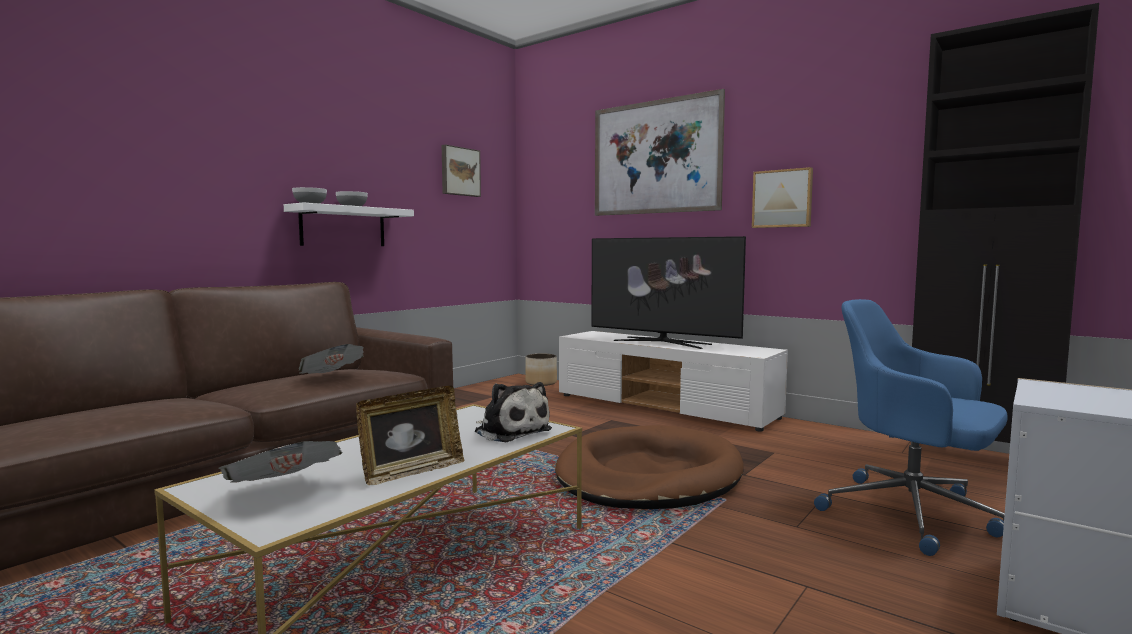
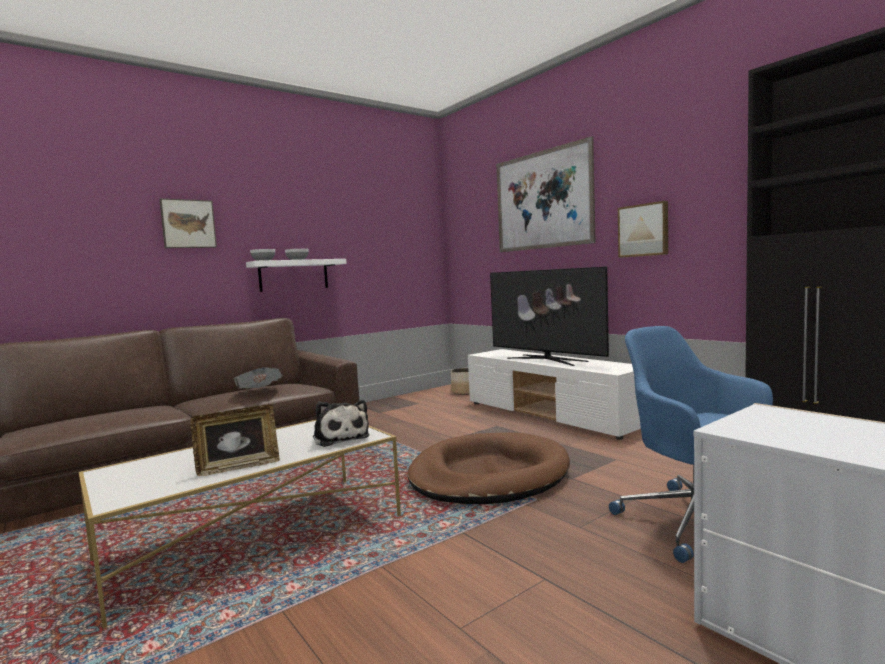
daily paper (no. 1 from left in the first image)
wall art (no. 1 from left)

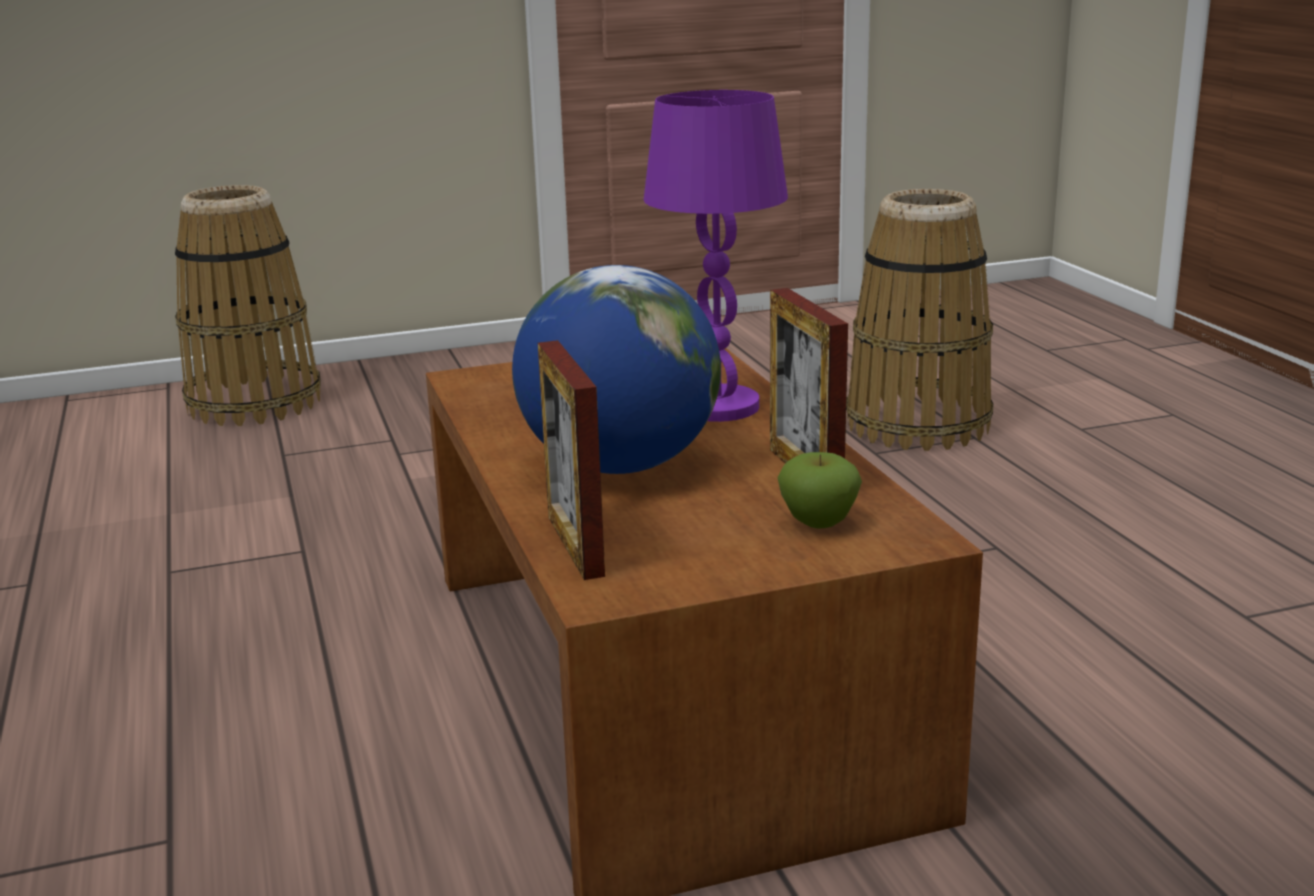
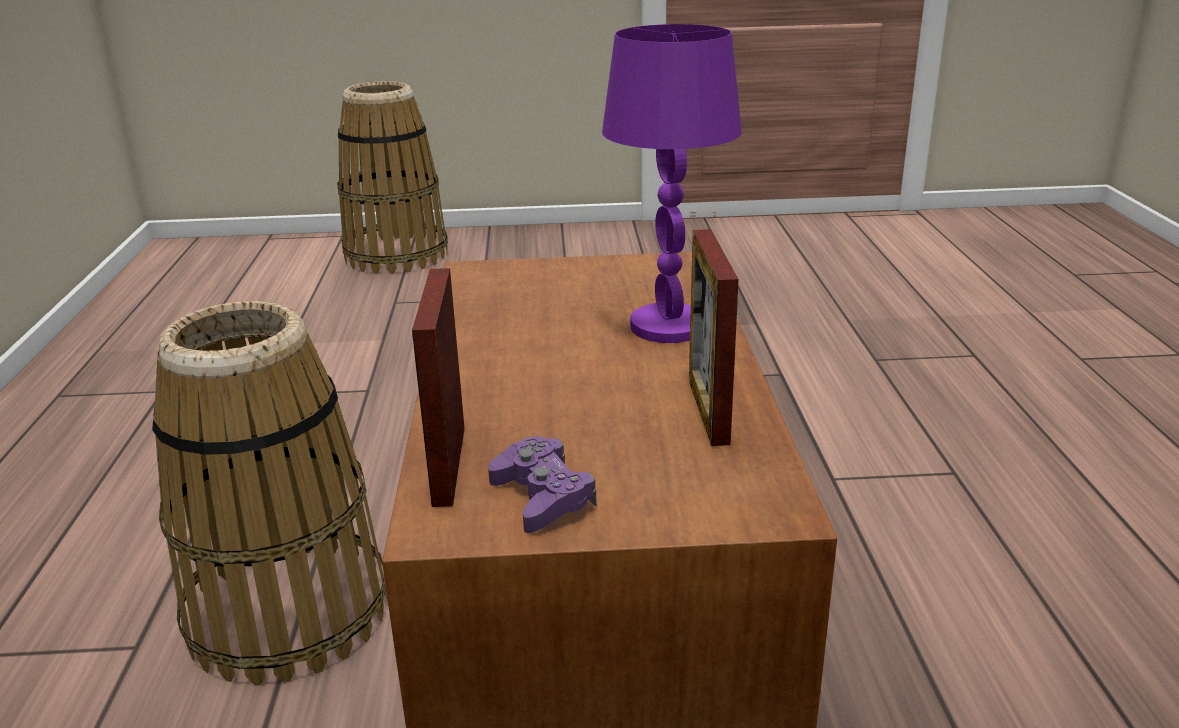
globe
apple fruit
household basket (no. 1 from left)
gamepad (purple-coloured)

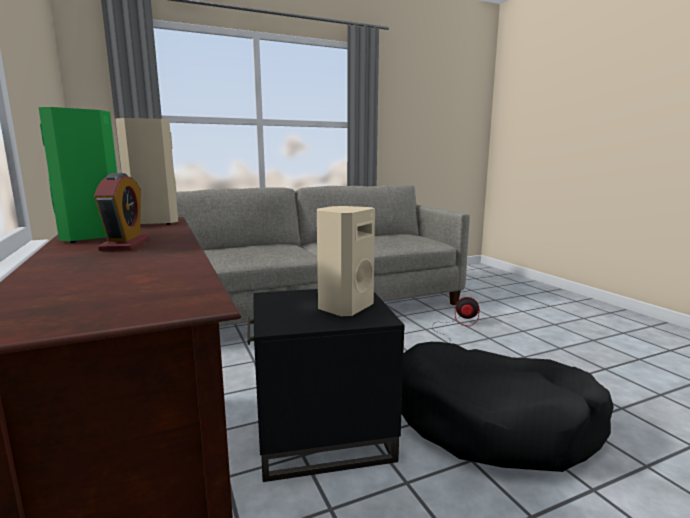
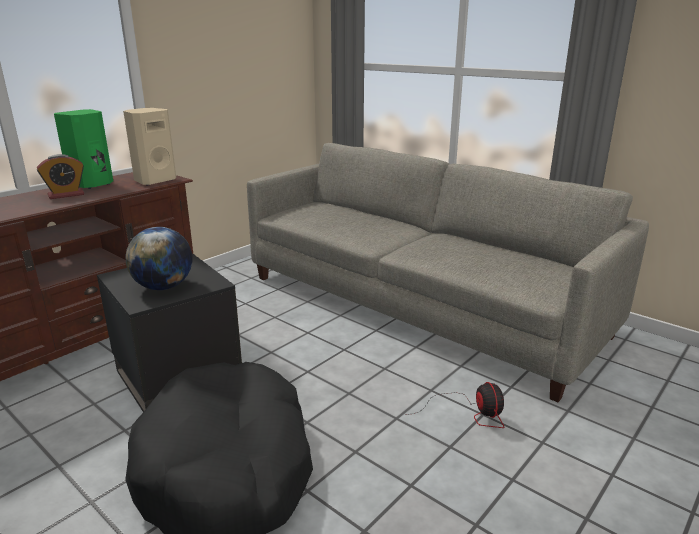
globe

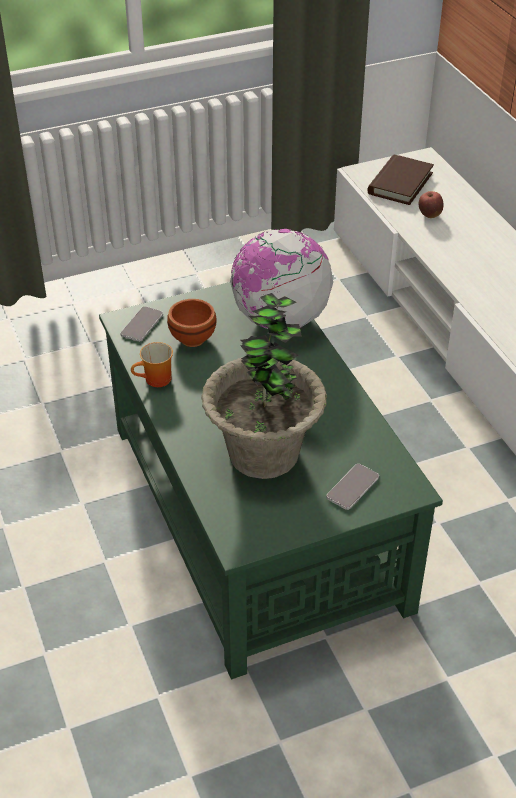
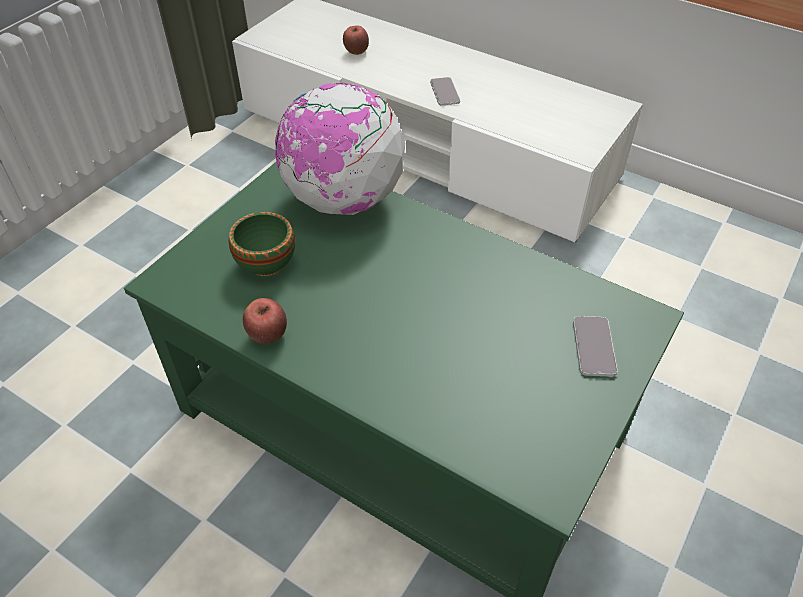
phone (no. 1 from left)
apple fruit (no. 1 from left)
serving bowl (green-coloured)
potted plant
bound book (brownish)

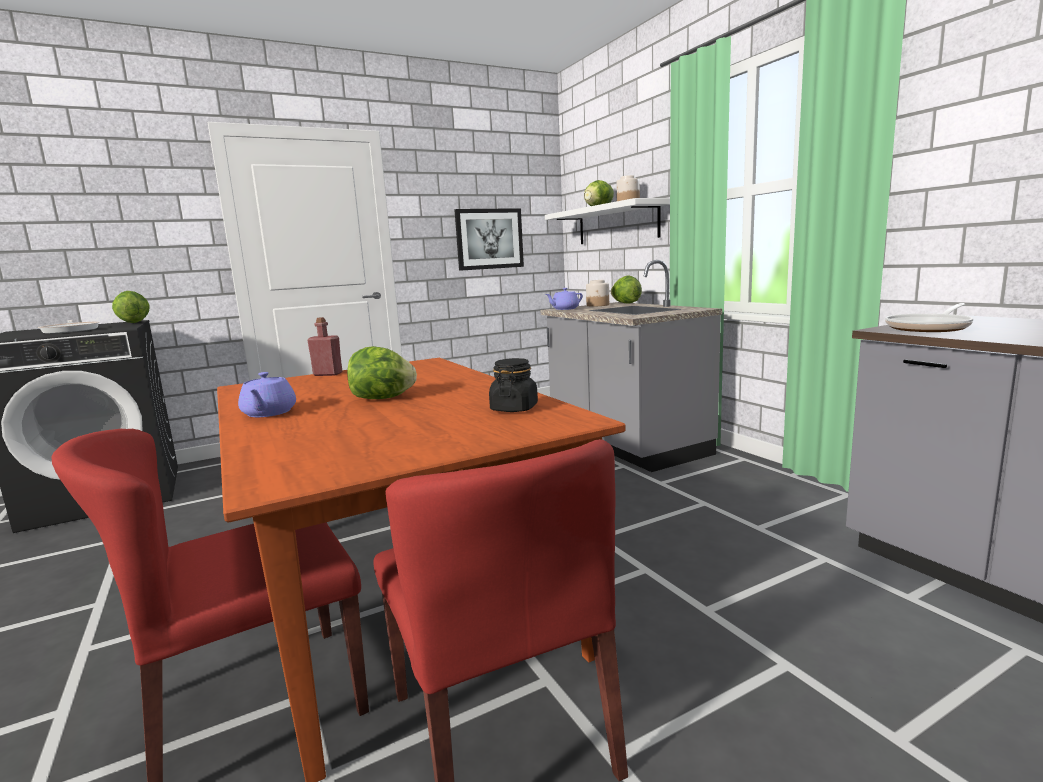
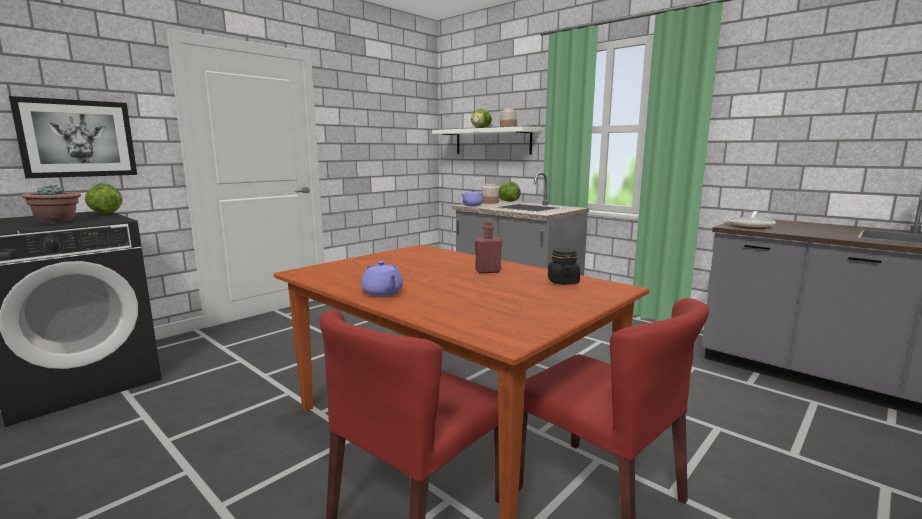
potted plant
beverage bottle (red-coloured)
head of lettuce (no. 2 from left in the first image)
wall art

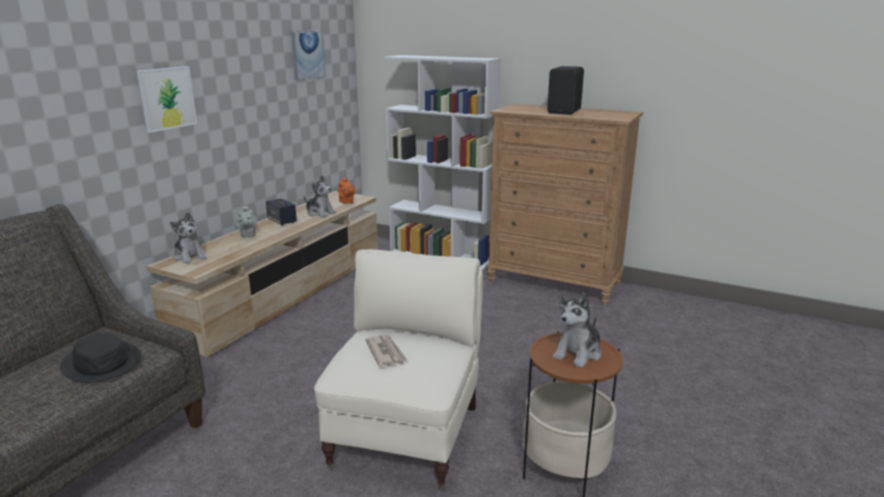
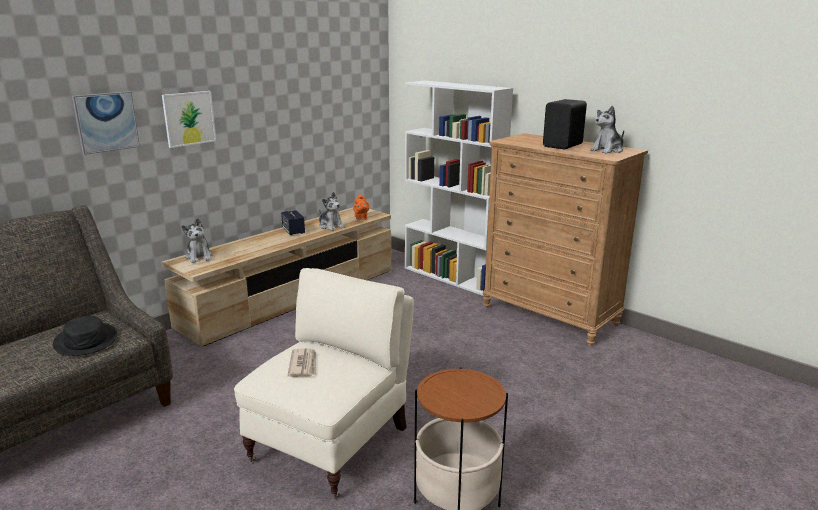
tea pot (grey)
wall art (no. 1 from left)
cuddly toy (no. 3 from left)

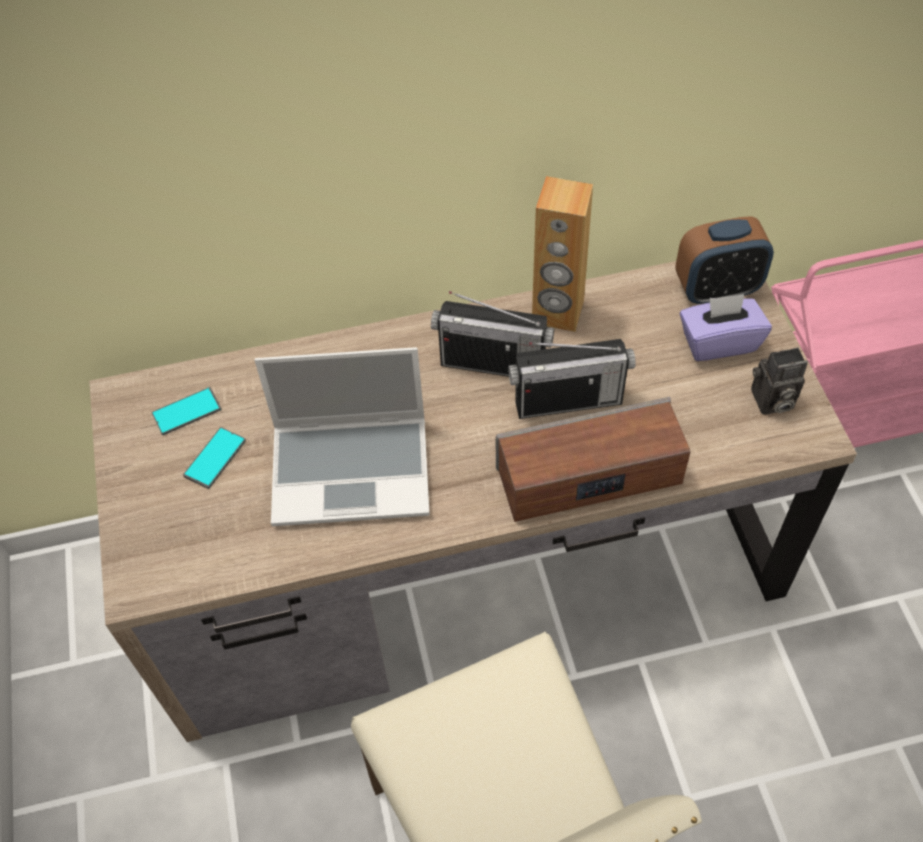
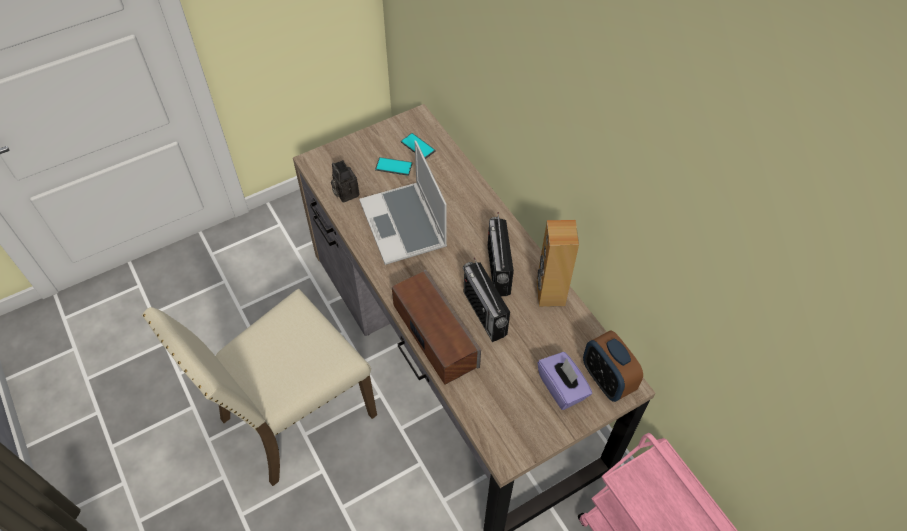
photo camera

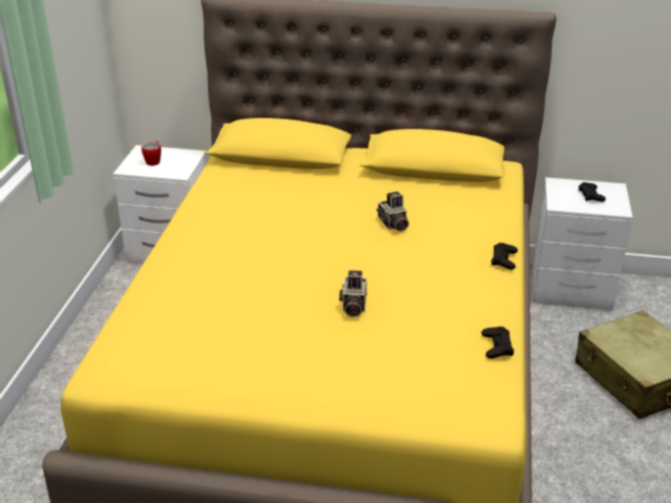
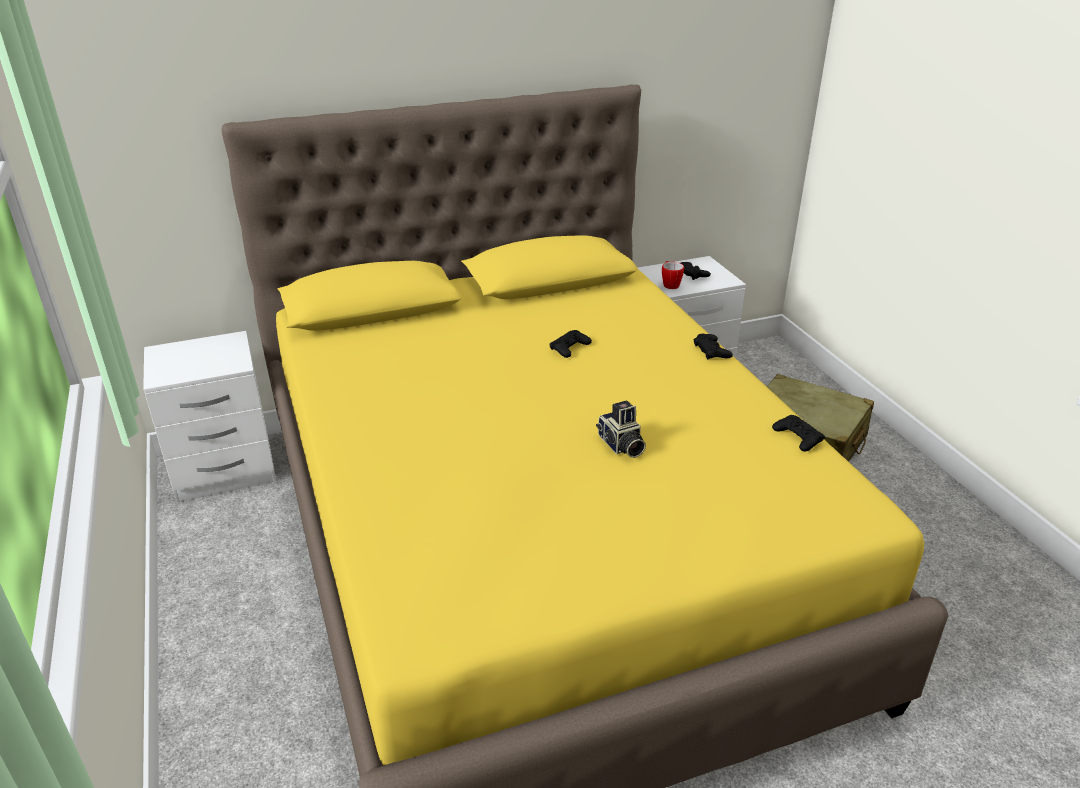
coffee mug
gamepad (blackish) (no. 1 from left)

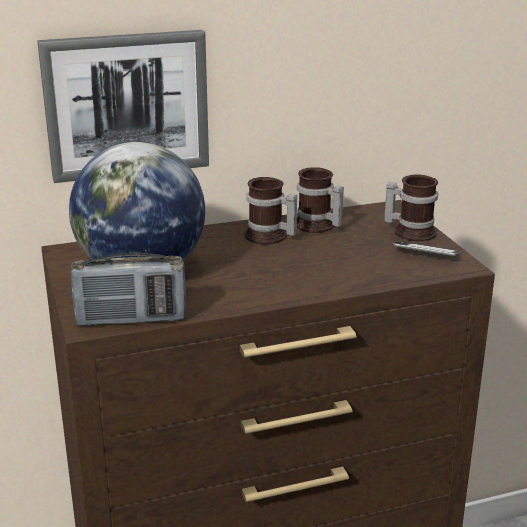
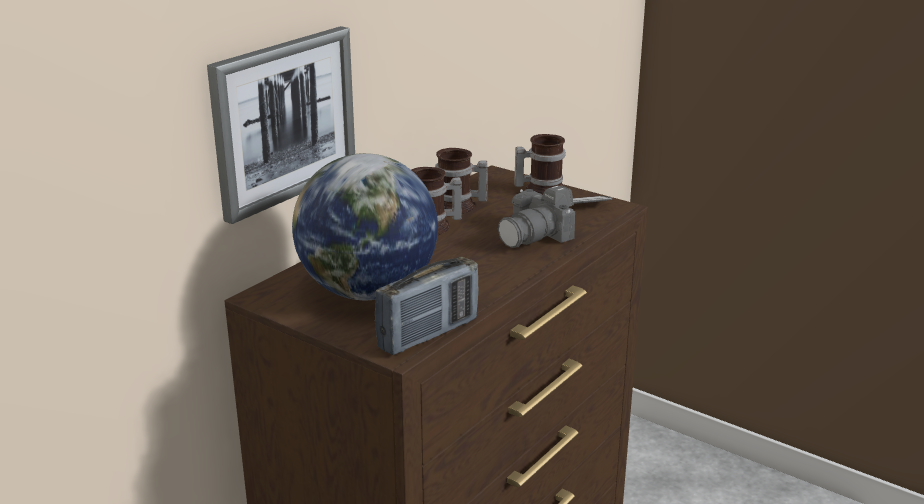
photo camera

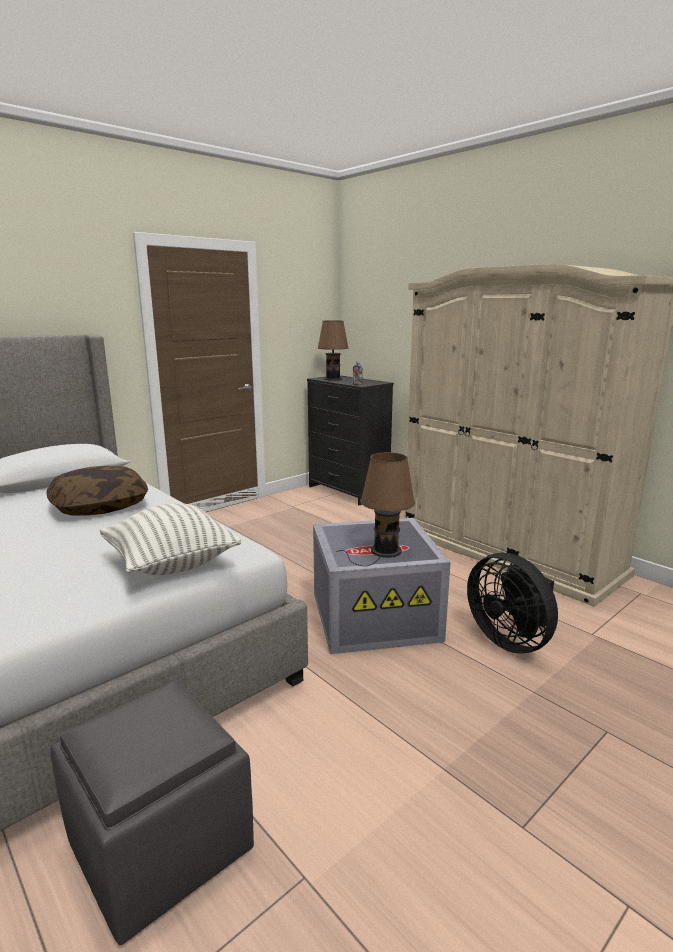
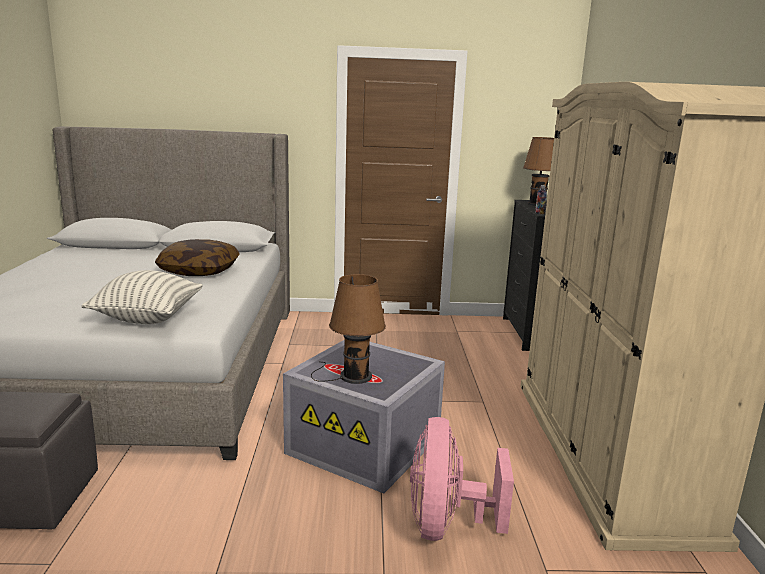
fan (pinkish)

